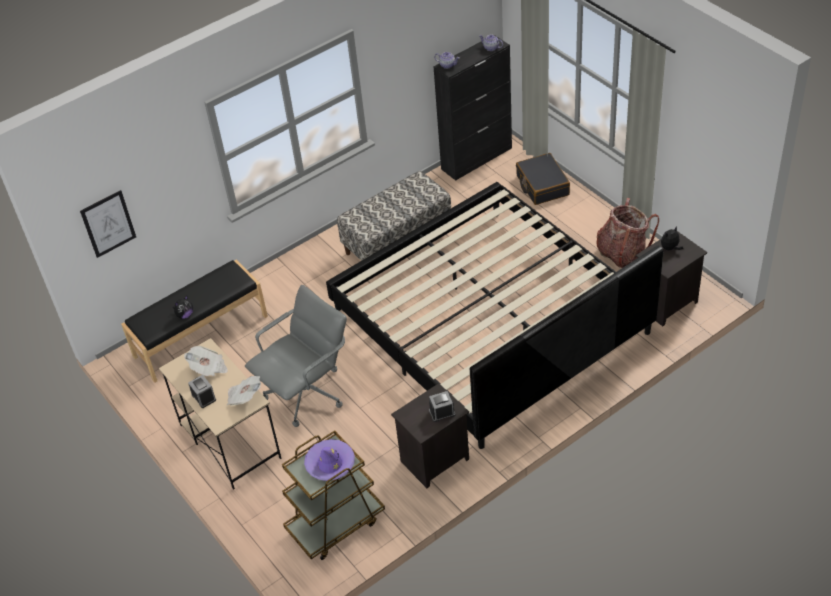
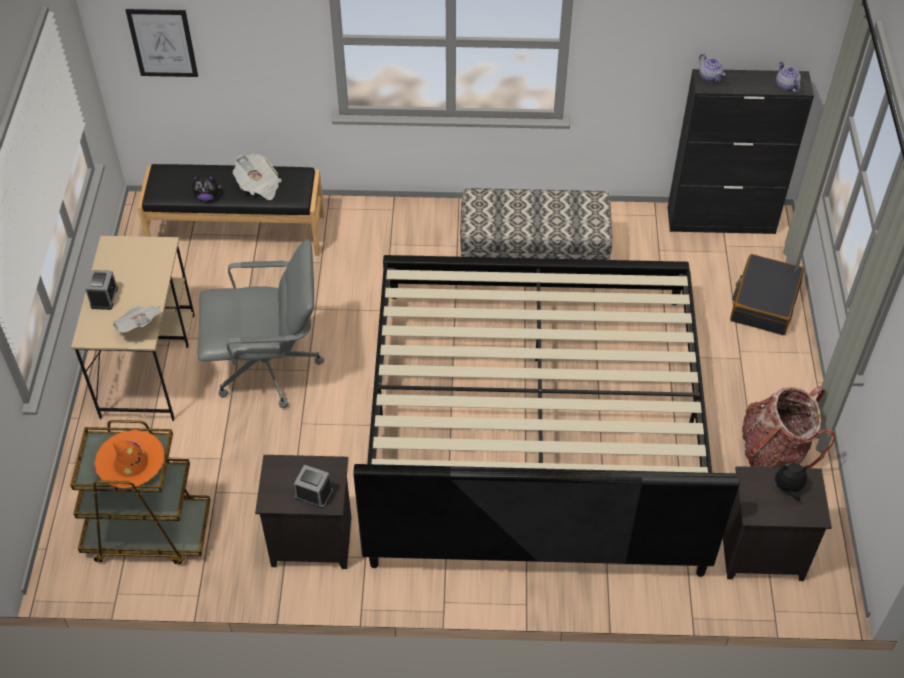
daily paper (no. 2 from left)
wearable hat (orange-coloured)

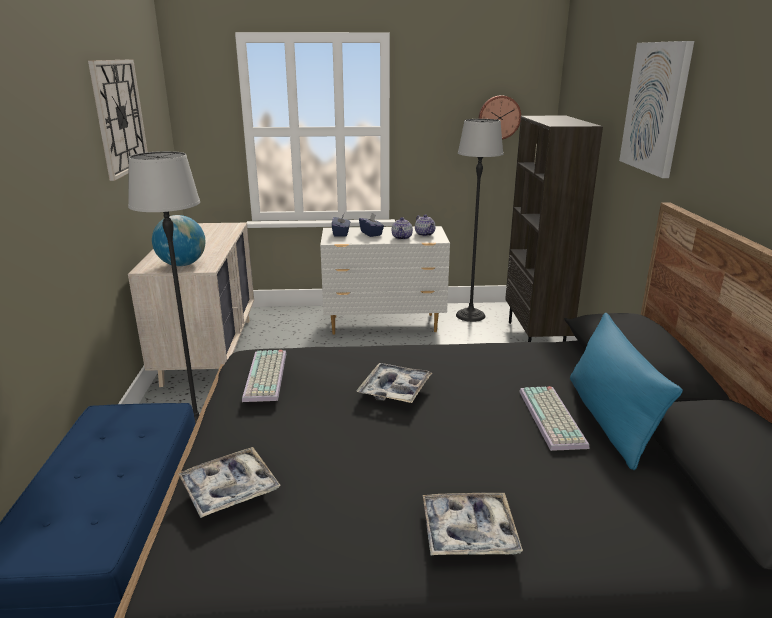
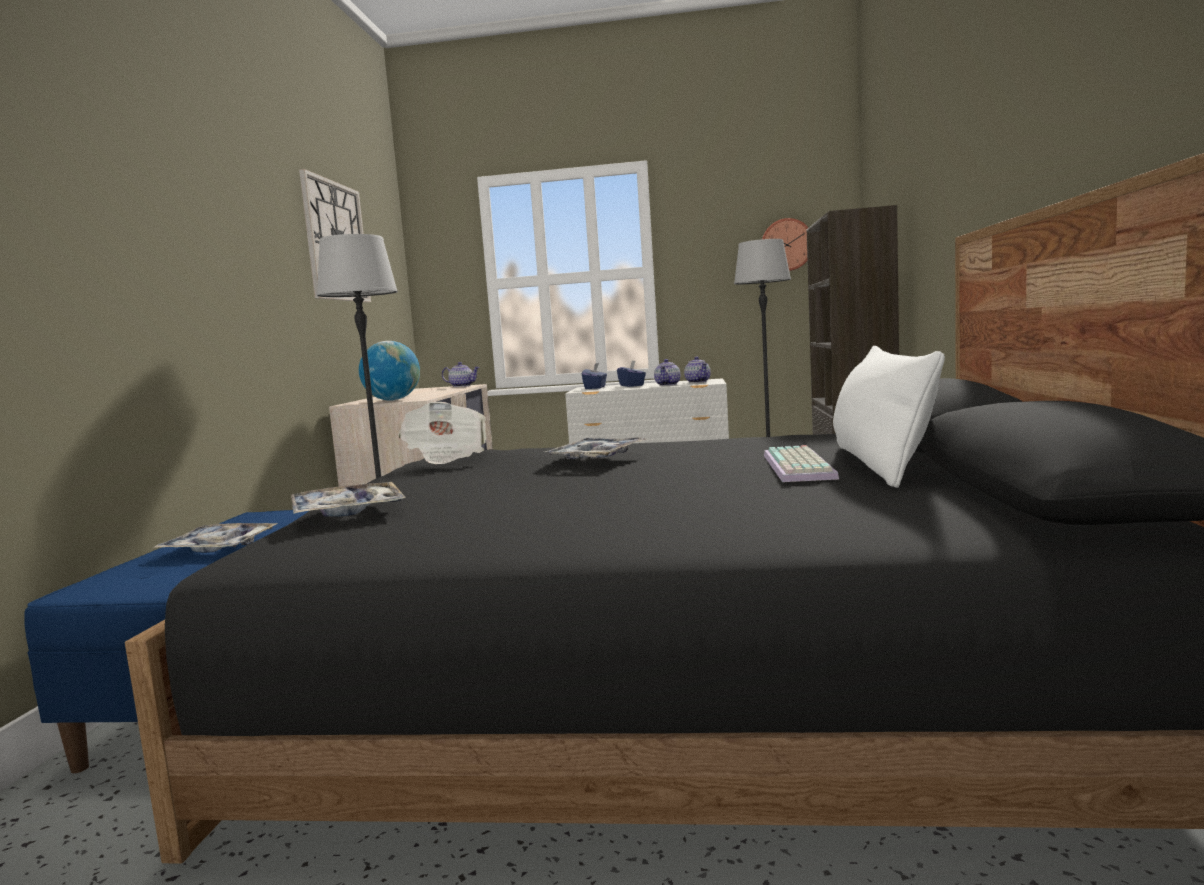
daily paper
serving tray (no. 1 from left)
pillow (white-coloured)
wall art
tea pot (no. 1 from left)

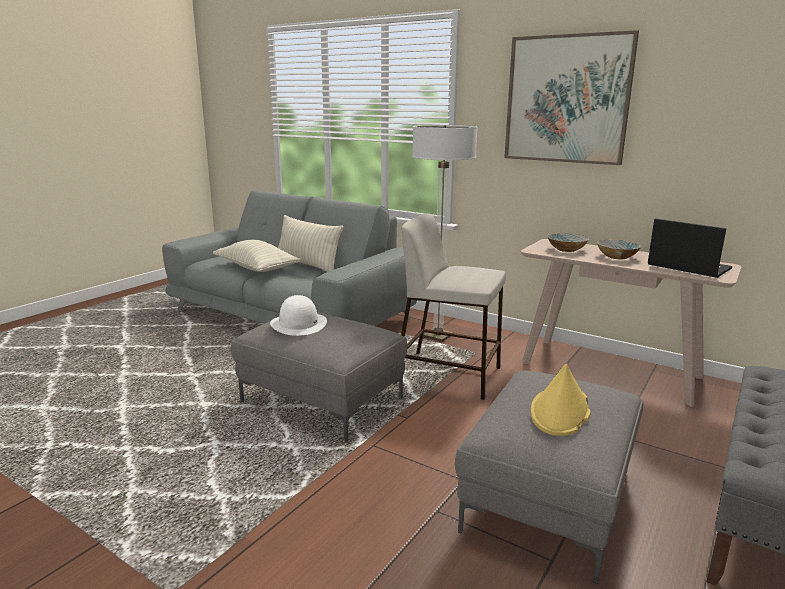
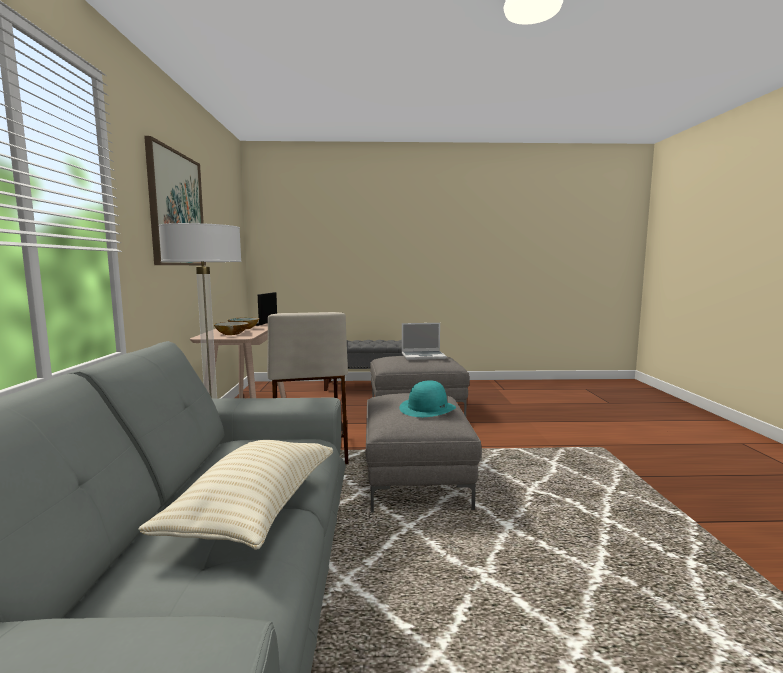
wearable hat (turquoise)
pillow (sand-coloured) (no. 2 from left in the first image)
notebook computer (no. 2 from left)

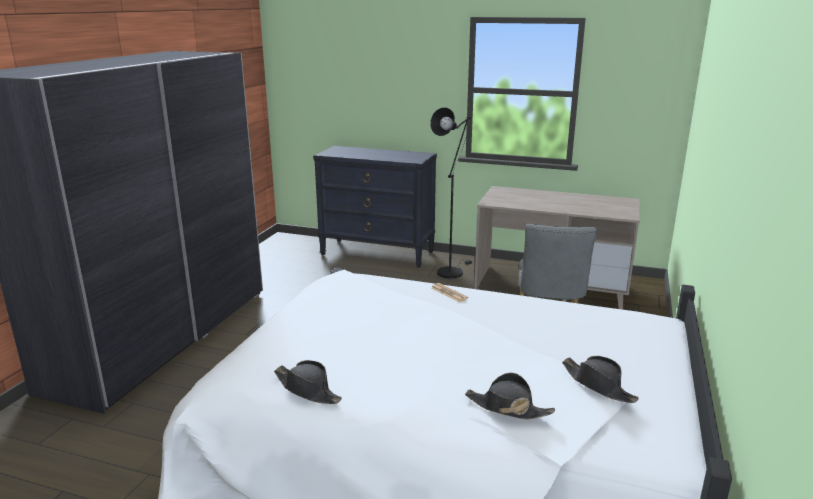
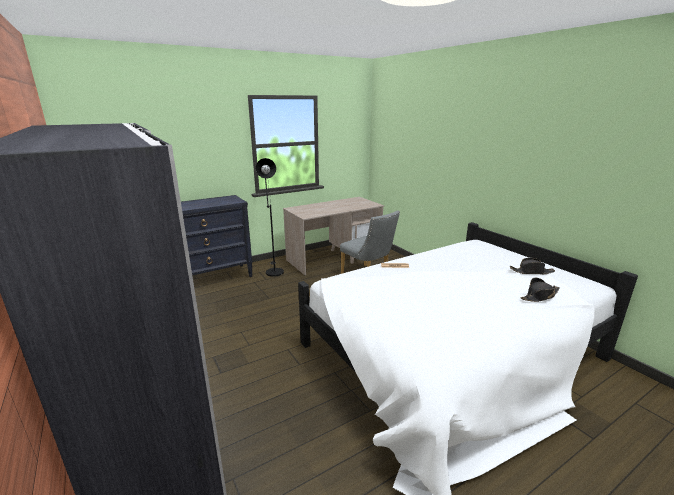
wearable hat (blackish) (no. 1 from left in the first image)

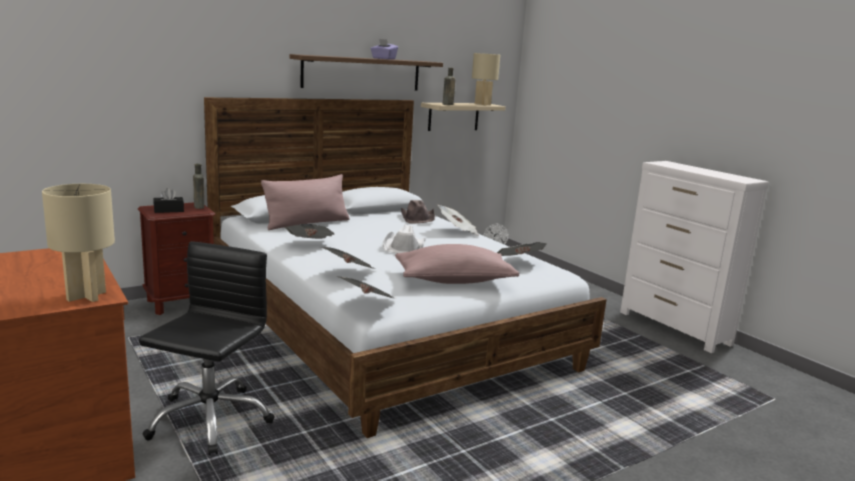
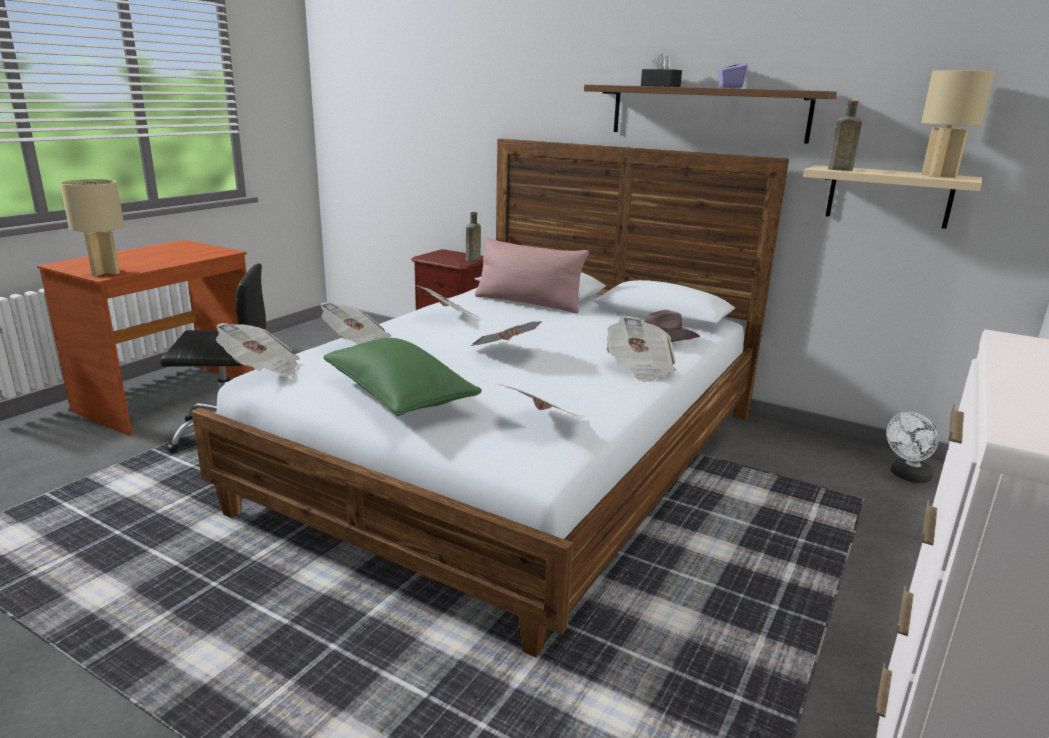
box of tissues (blackish)
daily paper (no. 4 from left)
pillow (green-coloured)

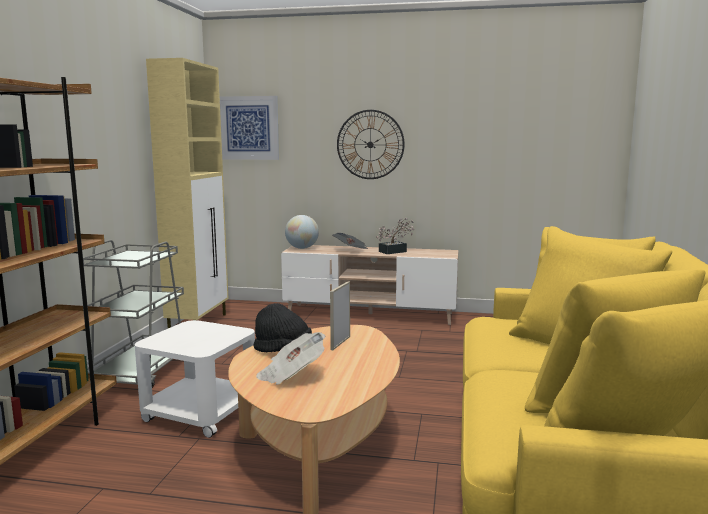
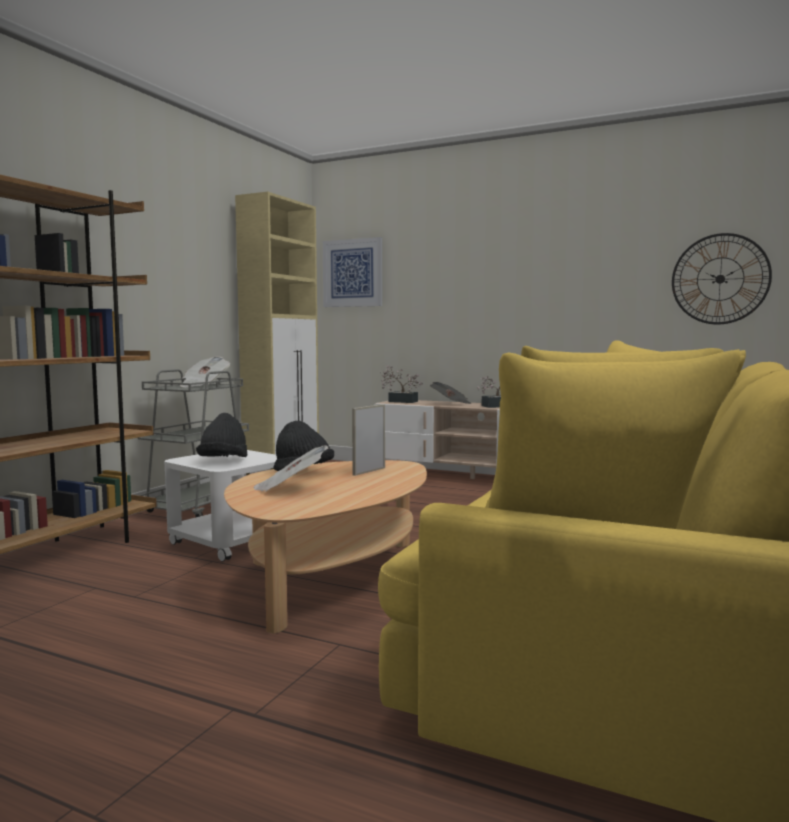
potted plant (no. 1 from left)
clock on the wall
daily paper (no. 1 from left)
wearable hat (blackish) (no. 1 from left)

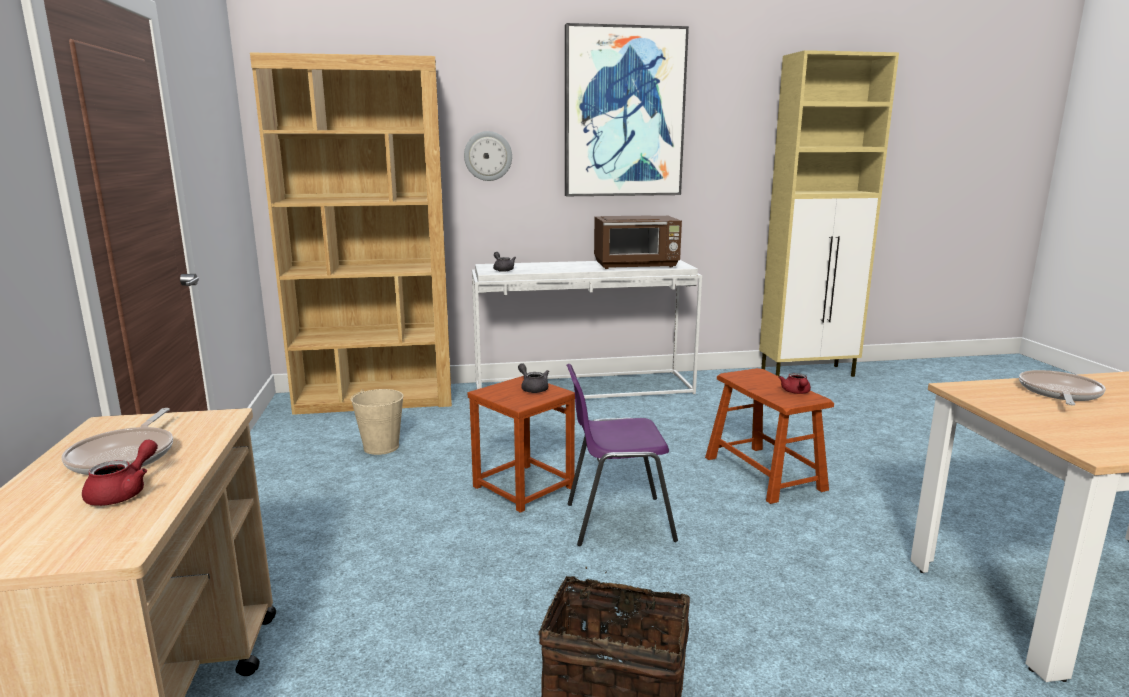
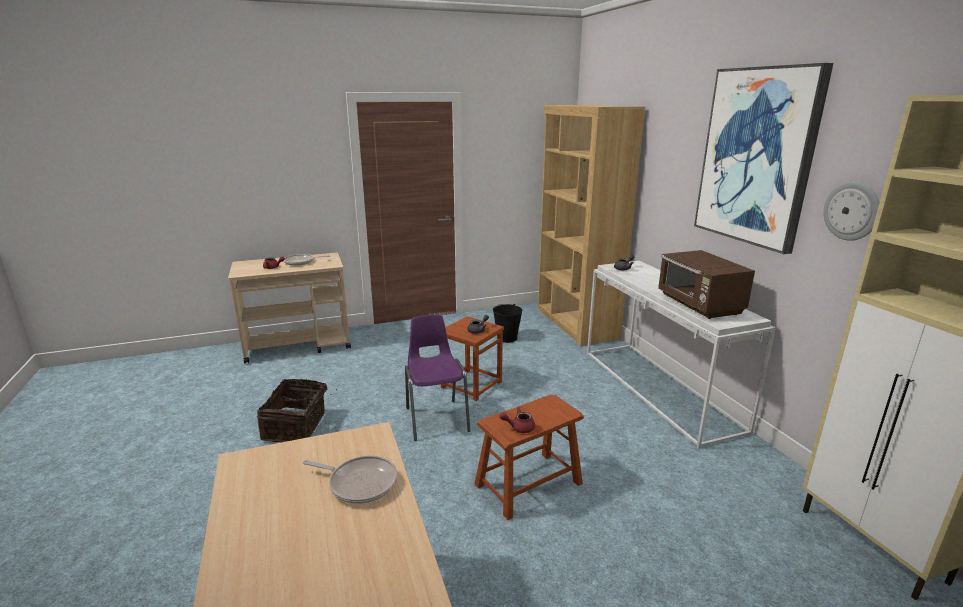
water bucket (blackish)
clock on the wall

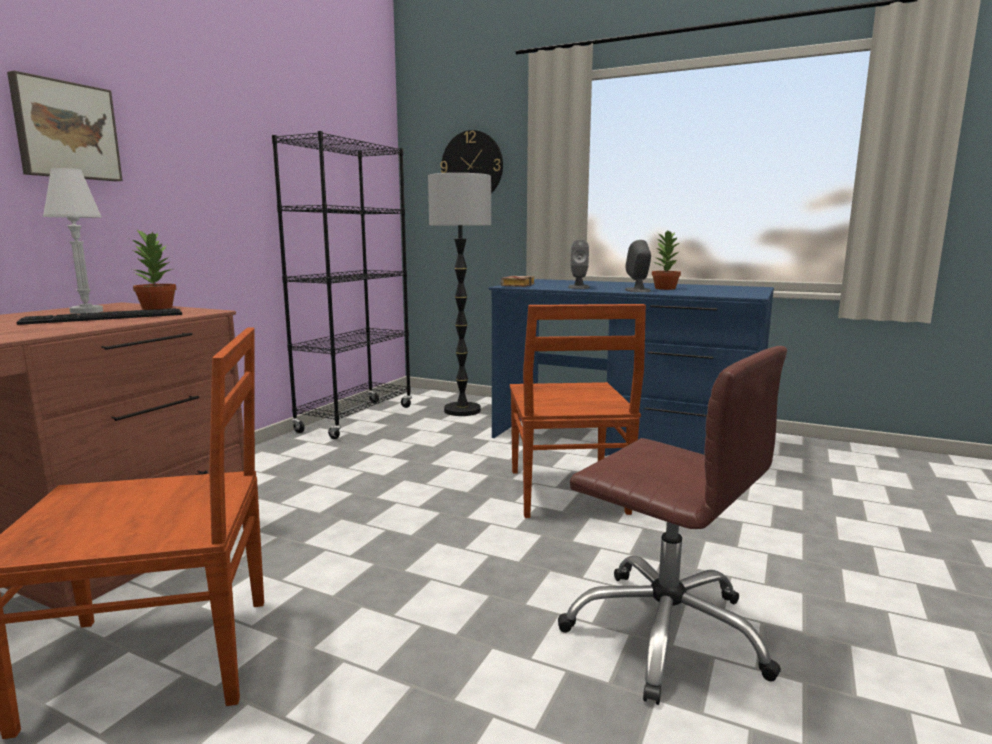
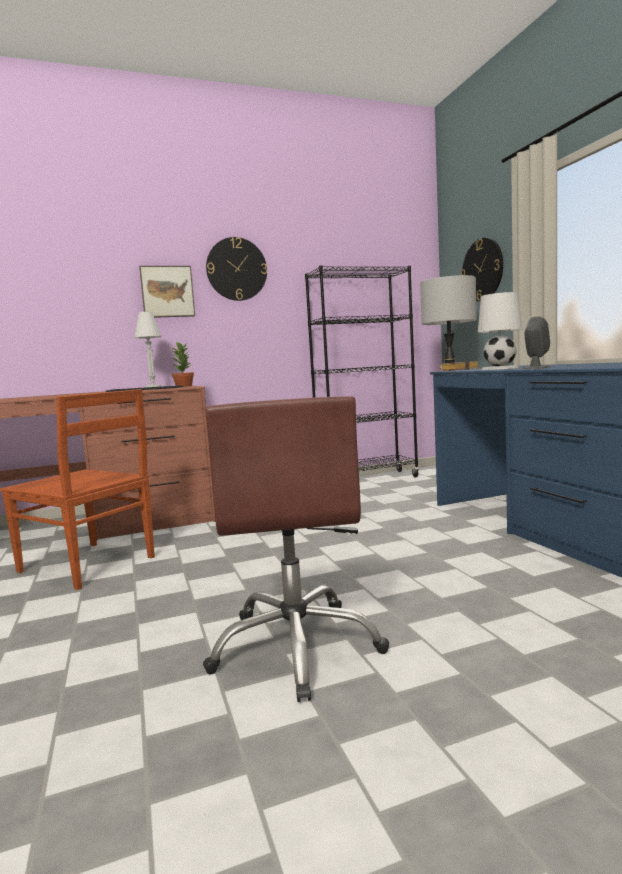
chair (brownish) (no. 2 from left in the first image)
table lamp (white-coloured) (no. 2 from left)
potted plant (no. 2 from left in the first image)
clock on the wall (no. 1 from left)

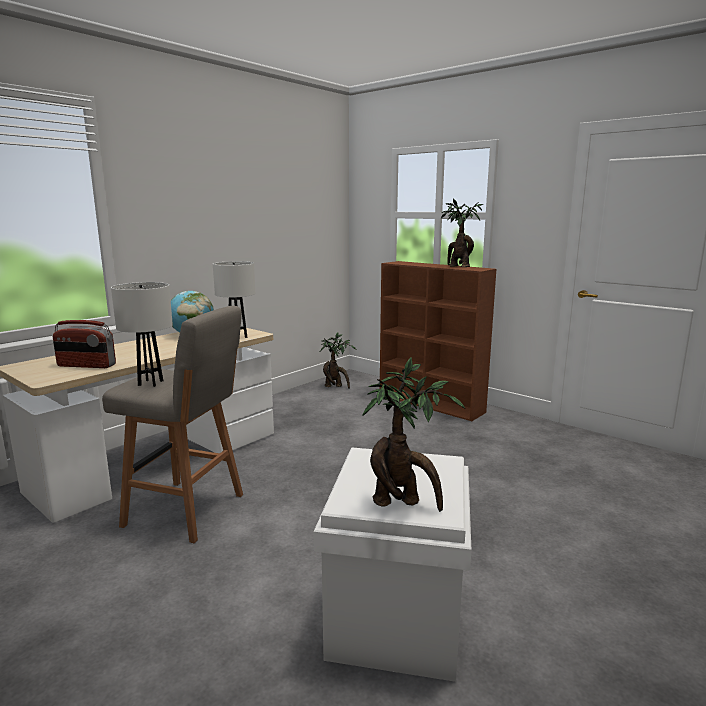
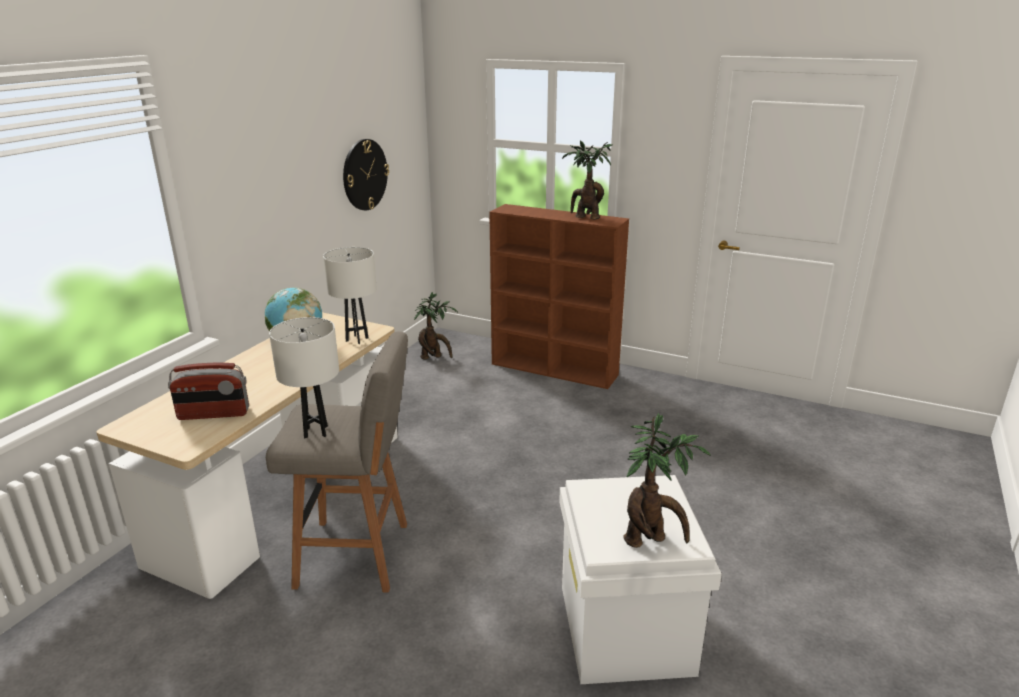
clock on the wall

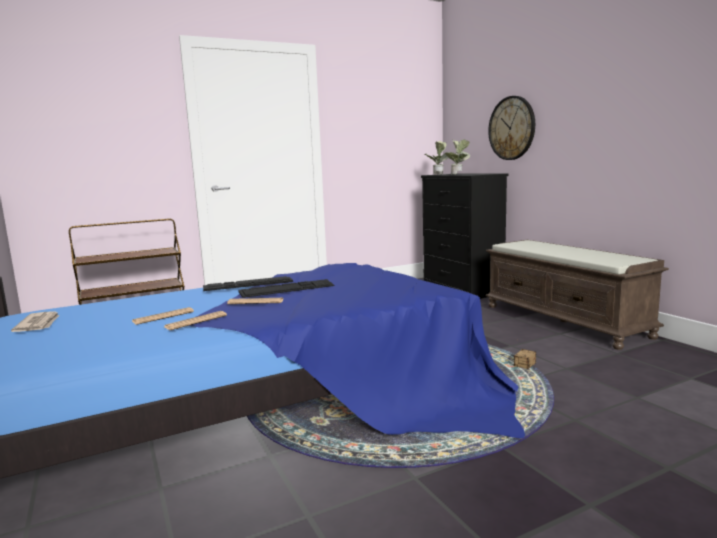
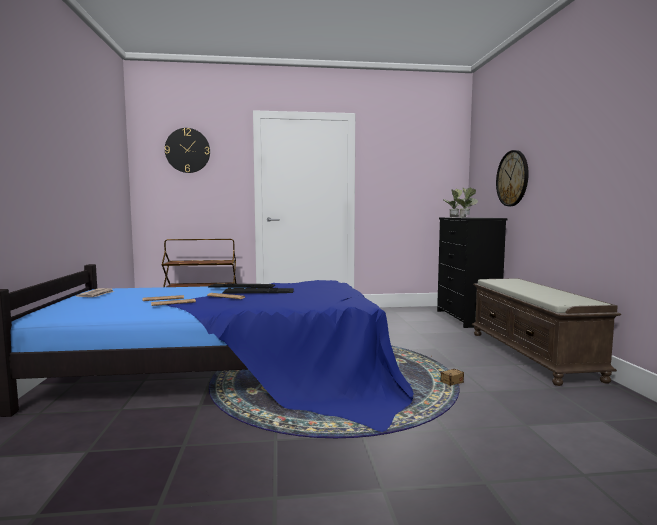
clock on the wall (no. 1 from left)

